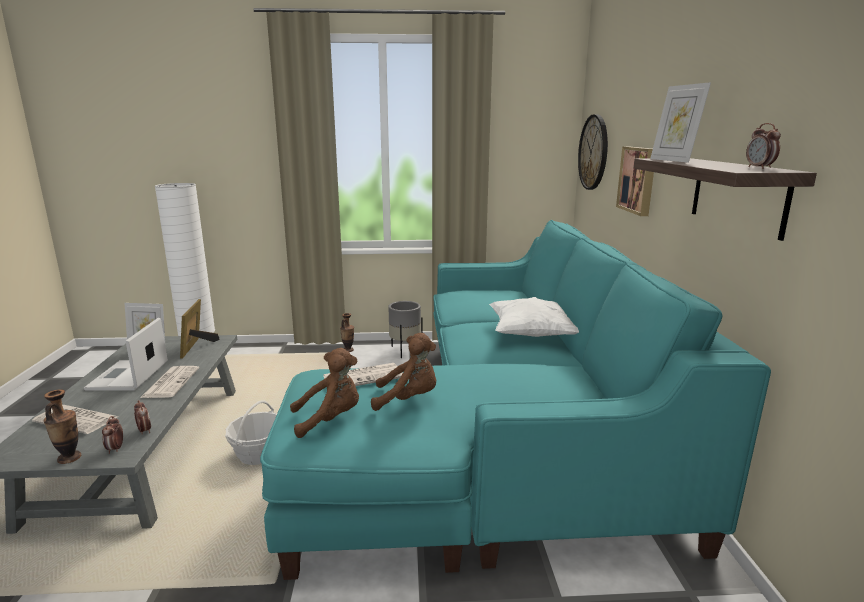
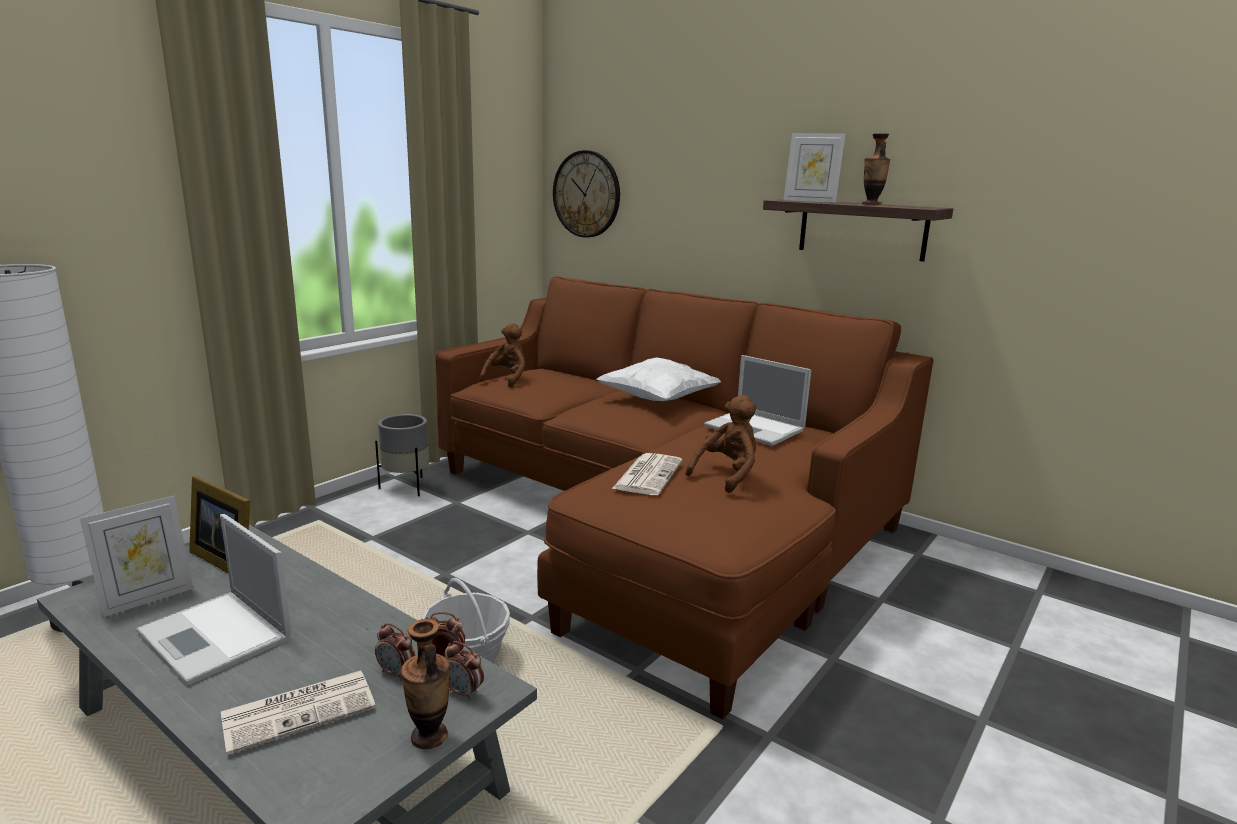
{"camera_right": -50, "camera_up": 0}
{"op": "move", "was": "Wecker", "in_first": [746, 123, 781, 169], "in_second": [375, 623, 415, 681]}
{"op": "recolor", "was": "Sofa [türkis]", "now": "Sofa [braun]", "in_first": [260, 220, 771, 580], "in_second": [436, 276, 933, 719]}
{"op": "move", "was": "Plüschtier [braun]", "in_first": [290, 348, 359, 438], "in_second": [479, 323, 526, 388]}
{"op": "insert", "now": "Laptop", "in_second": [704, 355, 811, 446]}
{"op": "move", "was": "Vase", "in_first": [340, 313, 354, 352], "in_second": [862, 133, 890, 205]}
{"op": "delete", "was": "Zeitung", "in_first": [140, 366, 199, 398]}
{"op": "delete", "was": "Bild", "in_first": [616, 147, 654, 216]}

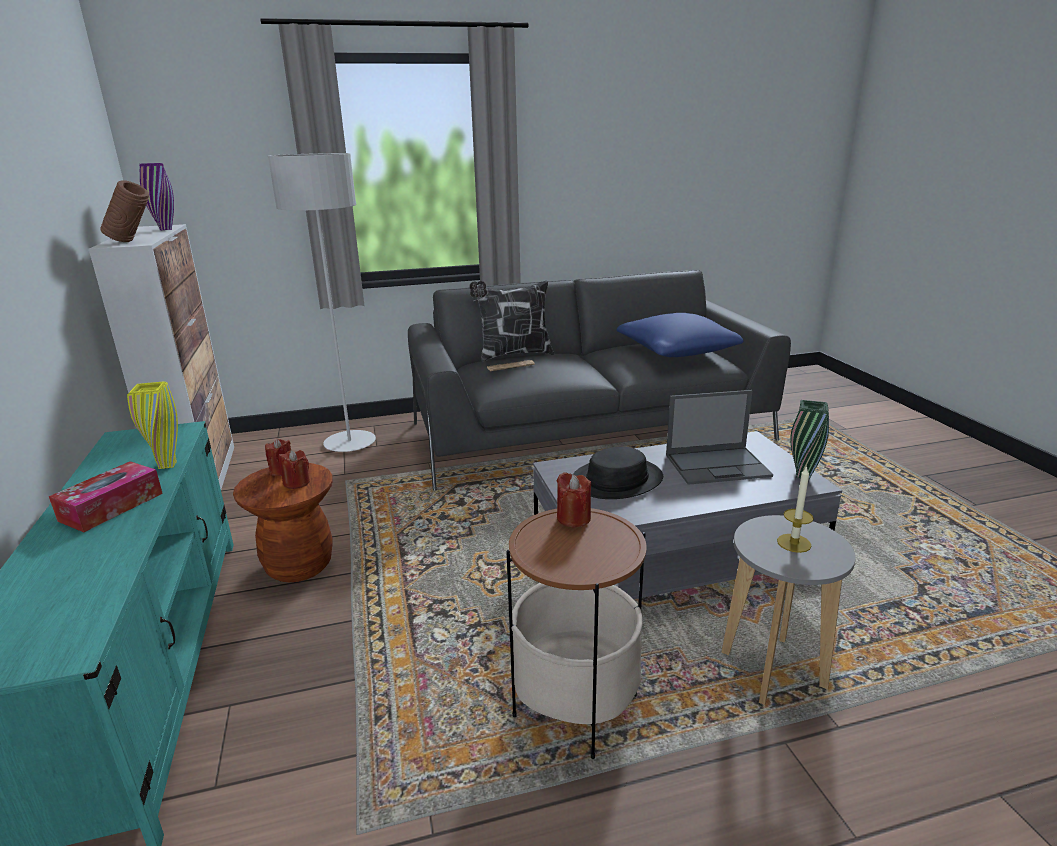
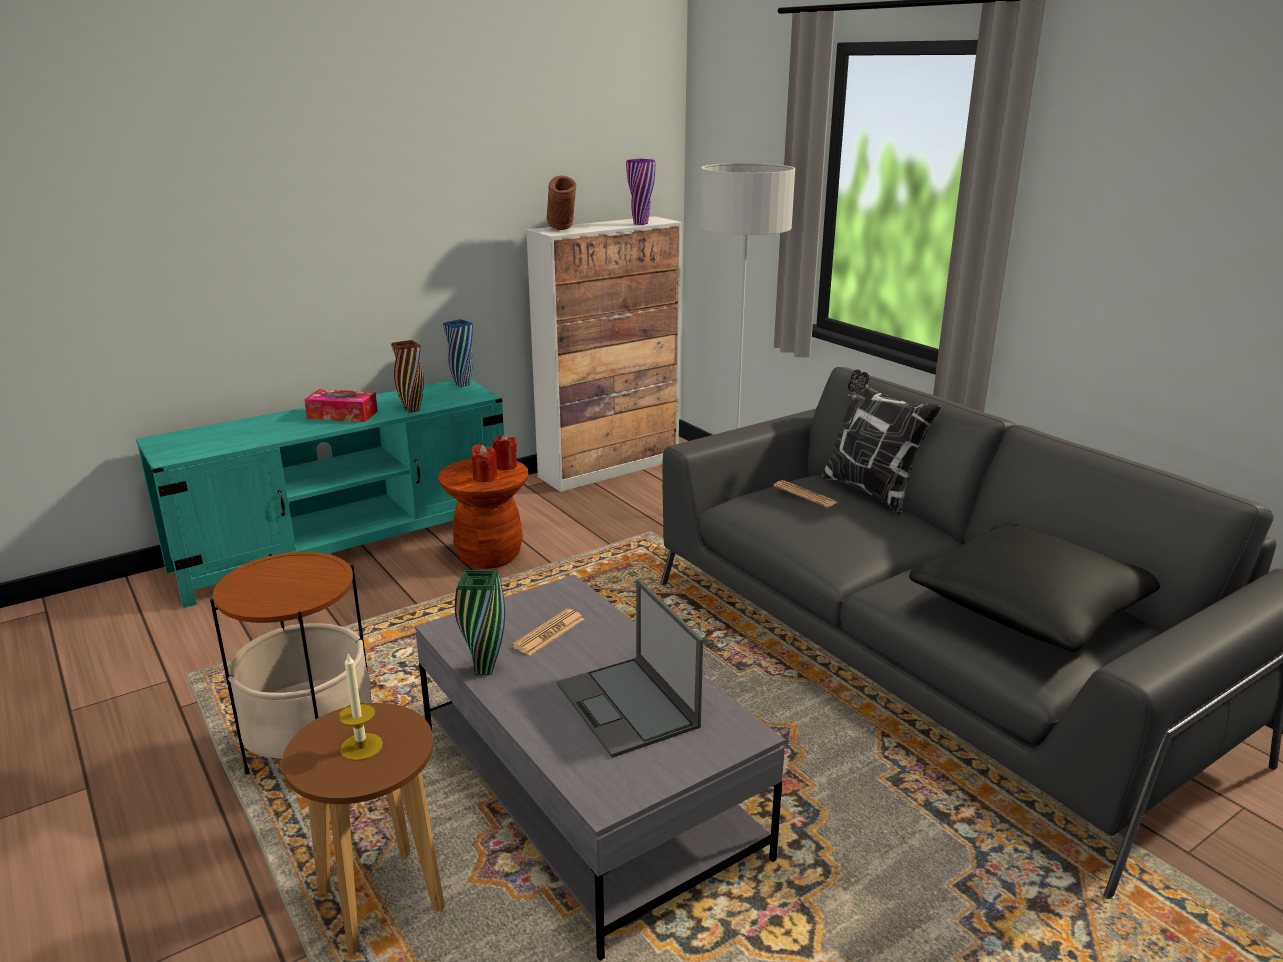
{"camera_right": 70, "camera_up": 0}
{"op": "recolor", "was": "Hocker [grau]", "now": "Hocker [braun]", "in_first": [721, 515, 856, 705], "in_second": [282, 703, 445, 955]}
{"op": "recolor", "was": "Vase [gelb]", "now": "Vase [braun]", "in_first": [127, 381, 178, 469], "in_second": [391, 340, 424, 413]}
{"op": "insert", "now": "Vase [blau]", "in_second": [443, 319, 473, 387]}
{"op": "move", "was": "Vase [grün]", "in_first": [790, 400, 829, 479], "in_second": [455, 570, 505, 675]}
{"op": "replace", "was": "Hut [schwarz]", "now": "Zeitung", "in_first": [573, 446, 663, 499], "in_second": [512, 609, 584, 656]}
{"op": "recolor", "was": "Kissen [blau]", "now": "Kissen [schwarz]", "in_first": [617, 313, 743, 357], "in_second": [909, 523, 1160, 652]}
{"op": "delete", "was": "Kerze [rot]", "in_first": [557, 472, 591, 528]}

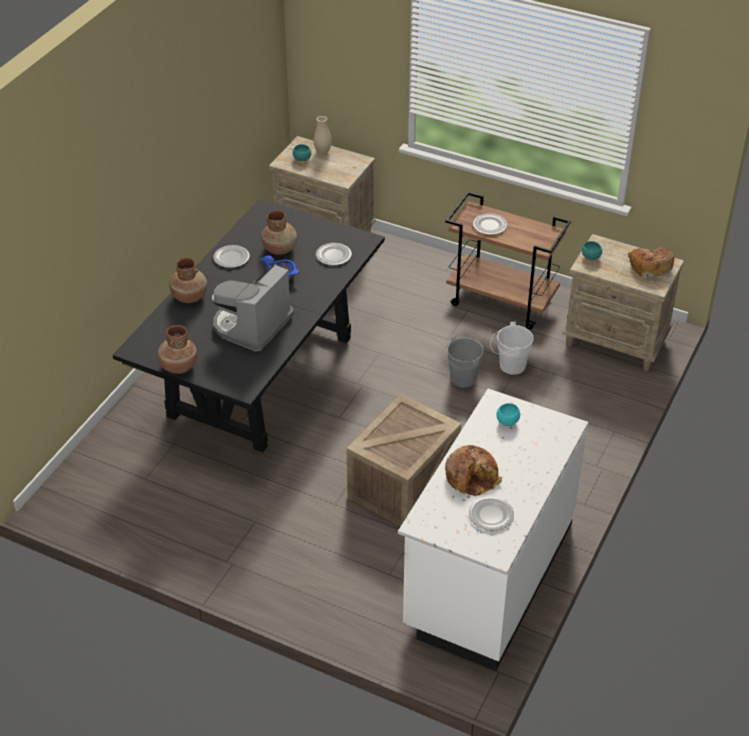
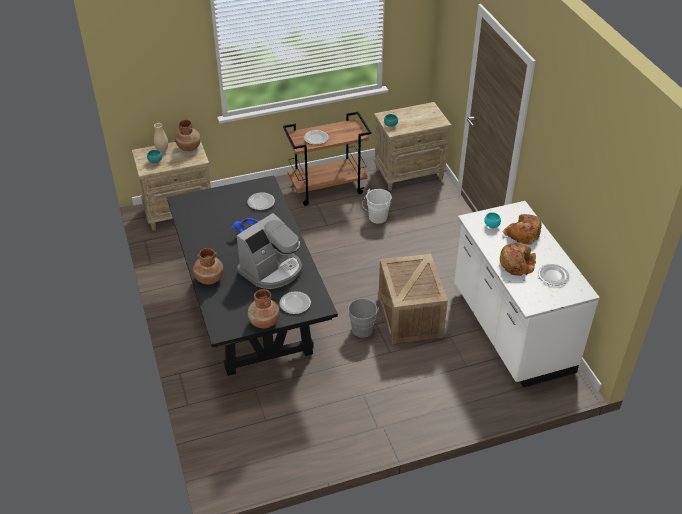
{"camera_right": -45, "camera_up": 0}
{"op": "move", "was": "Vase [braun]", "in_first": [261, 210, 297, 255], "in_second": [175, 120, 201, 151]}
{"op": "rotate", "was": "Kaffeemaschine", "in_first": [212, 264, 294, 352], "in_second": [237, 213, 302, 289], "clockwise": -120}
{"op": "move", "was": "Teller", "in_first": [213, 245, 250, 268], "in_second": [279, 291, 311, 314]}
{"op": "move", "was": "Eimer [grau]", "in_first": [440, 336, 484, 388], "in_second": [347, 298, 379, 338]}
{"op": "move", "was": "Brot", "in_first": [628, 246, 675, 278], "in_second": [503, 214, 542, 245]}

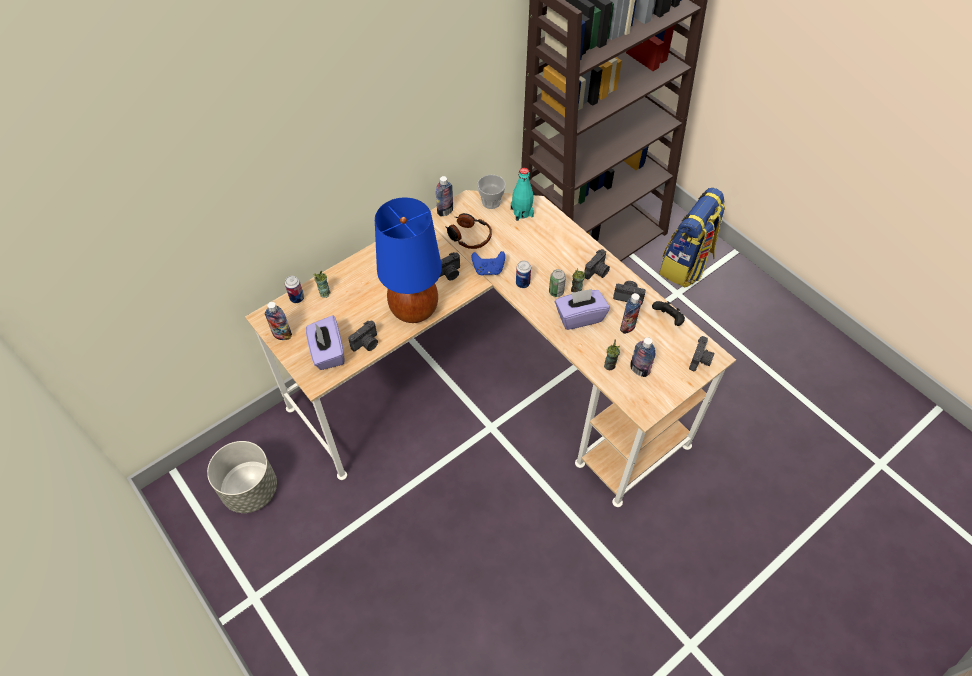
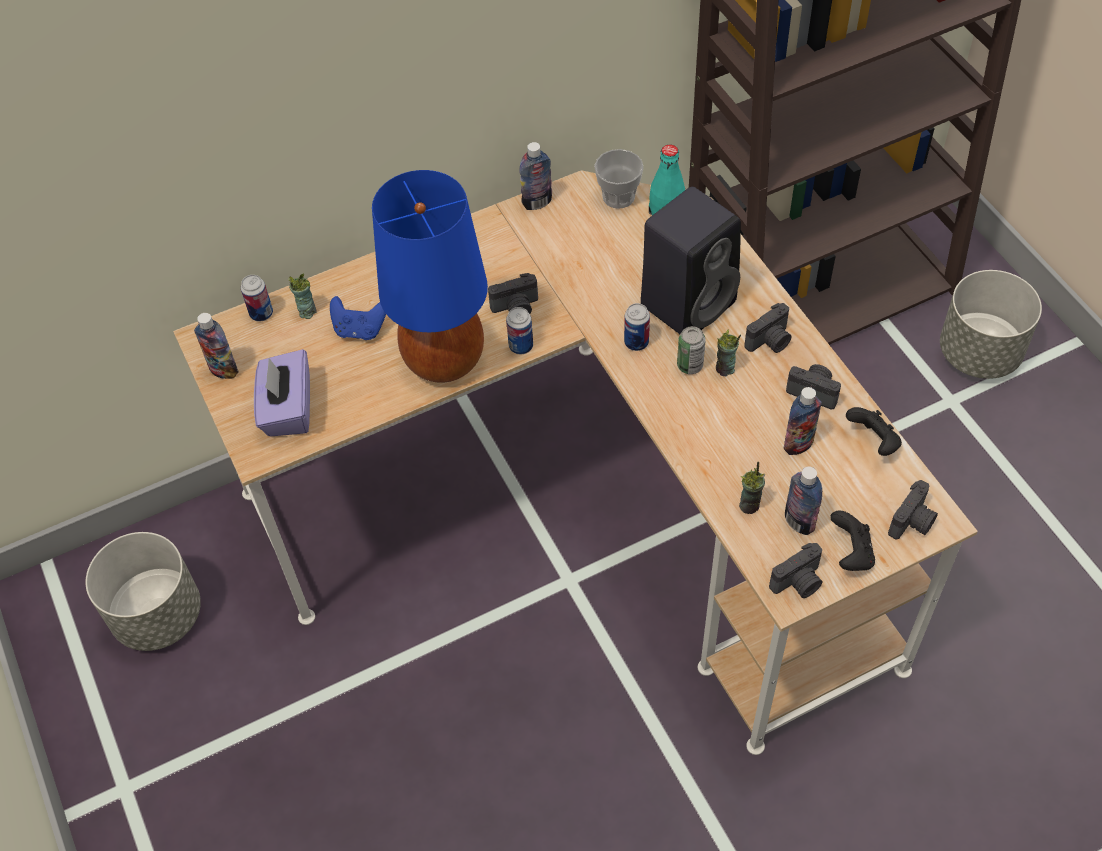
{"camera_right": 15, "camera_up": 0}
{"op": "move", "was": "Gamepad [blau]", "in_first": [472, 251, 505, 276], "in_second": [330, 296, 386, 340]}
{"op": "insert", "now": "Dose", "in_second": [506, 307, 533, 355]}
{"op": "insert", "now": "Lautsprecher [schwarz]", "in_second": [641, 187, 741, 334]}
{"op": "move", "was": "Kamera", "in_first": [348, 320, 378, 351], "in_second": [769, 543, 822, 598]}
{"op": "insert", "now": "Gamepad [schwarz]", "in_second": [830, 511, 875, 571]}
{"op": "replace", "was": "Rucksack", "now": "Pflanzkübel [grau]", "in_first": [659, 188, 725, 287], "in_second": [940, 270, 1042, 379]}
{"op": "delete", "was": "Kopfhörer", "in_first": [445, 213, 492, 249]}
{"op": "delete", "was": "Taschentuchbox [lila]", "in_first": [555, 289, 610, 330]}

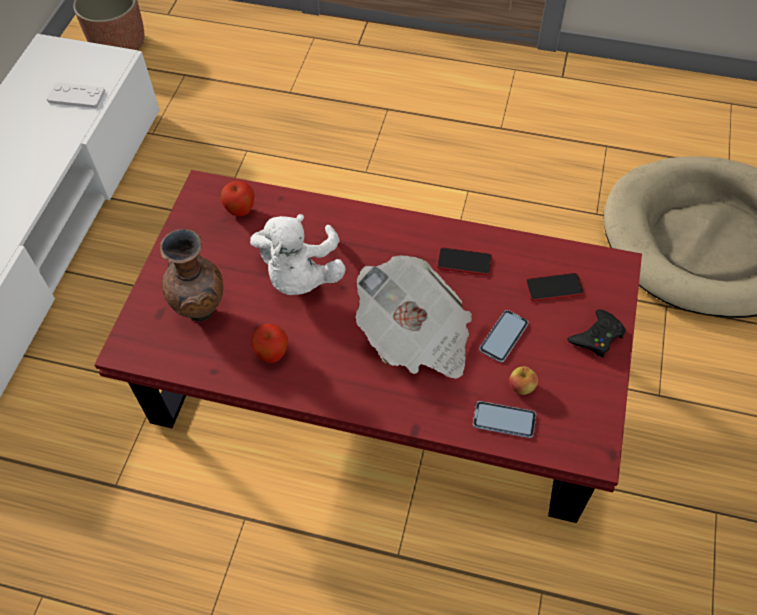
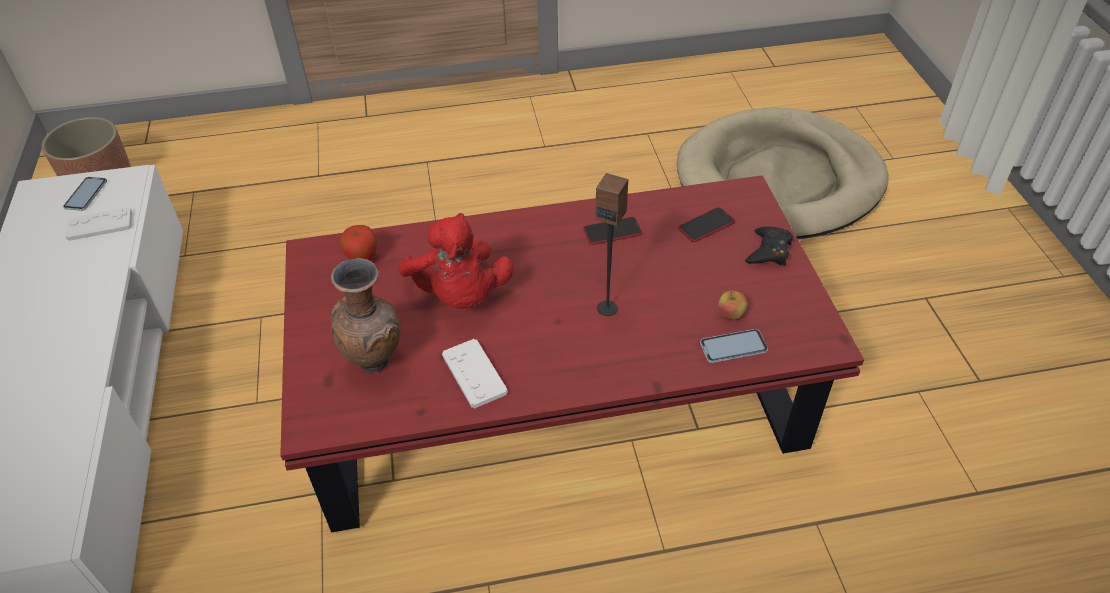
{"camera_right": -25, "camera_up": -10}
{"op": "move", "was": "Handy", "in_first": [479, 310, 529, 362], "in_second": [63, 177, 107, 211]}
{"op": "recolor", "was": "Plüschtier [weiß]", "now": "Plüschtier [rot]", "in_first": [250, 214, 346, 295], "in_second": [398, 213, 514, 309]}
{"op": "replace", "was": "Apfel", "now": "Gamepad [weiß]", "in_first": [251, 324, 288, 363], "in_second": [442, 339, 508, 409]}
{"op": "replace", "was": "Zeitung", "now": "Lautsprecher", "in_first": [355, 255, 472, 378], "in_second": [595, 173, 628, 316]}

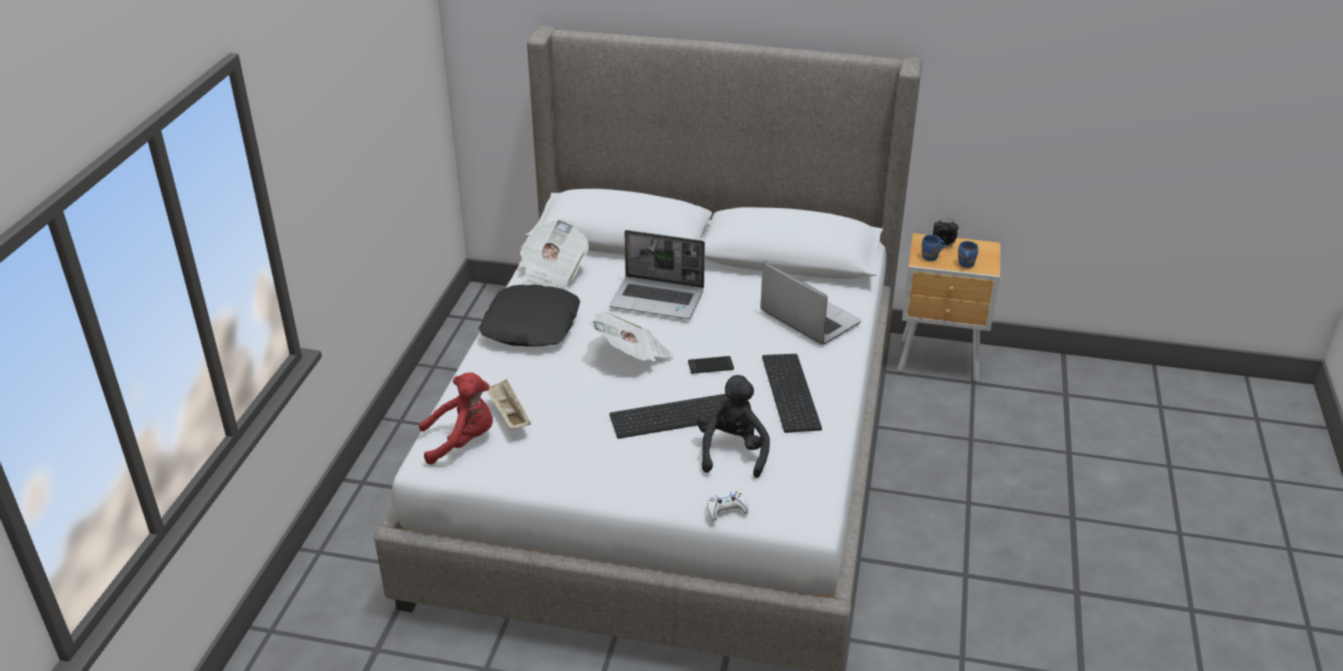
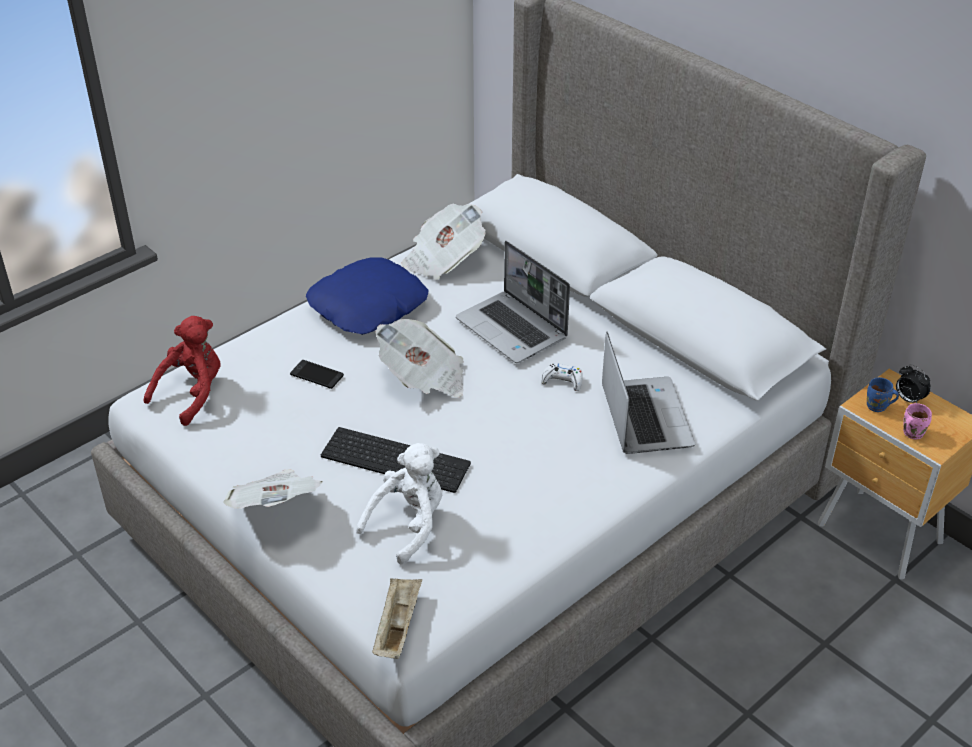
{"camera_right": 35, "camera_up": 5}
{"op": "rotate", "was": "Plüschtier [rot]", "in_first": [419, 372, 493, 465], "in_second": [143, 316, 221, 426], "clockwise": -75}
{"op": "insert", "now": "Zeitung", "in_second": [223, 469, 322, 509]}
{"op": "move", "was": "Handy", "in_first": [688, 356, 734, 374], "in_second": [290, 360, 344, 389]}
{"op": "recolor", "was": "Kissen [schwarz]", "now": "Kissen [blau]", "in_first": [479, 284, 580, 347], "in_second": [306, 257, 428, 335]}
{"op": "recolor", "was": "Plüschtier [schwarz]", "now": "Plüschtier [weiß]", "in_first": [697, 375, 770, 478], "in_second": [356, 443, 442, 565]}
{"op": "move", "was": "Tablett [beige]", "in_first": [487, 379, 531, 429], "in_second": [372, 579, 422, 659]}
{"op": "move", "was": "Gamepad [weiß]", "in_first": [707, 491, 749, 521], "in_second": [541, 363, 583, 391]}
{"op": "recolor", "was": "Henkelbecher [blau]", "now": "Henkelbecher [rosa]", "in_first": [958, 241, 978, 268], "in_second": [903, 403, 932, 439]}
{"op": "delete", "was": "Tastatur", "in_first": [762, 354, 822, 433]}

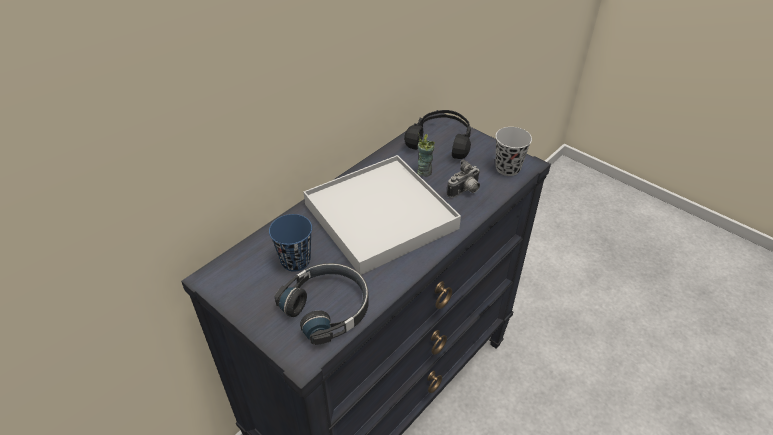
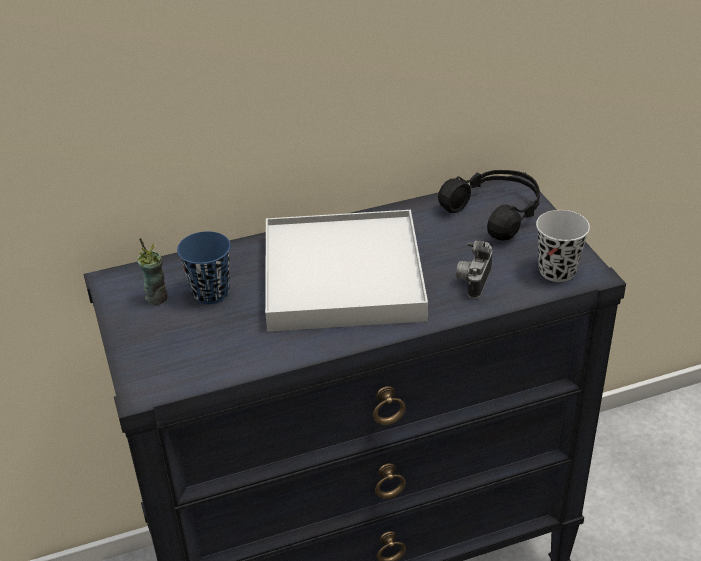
{"camera_right": 30, "camera_up": -5}
{"op": "move", "was": "Tasse", "in_first": [417, 133, 435, 177], "in_second": [137, 238, 168, 305]}
{"op": "rotate", "was": "Kamera", "in_first": [447, 159, 480, 198], "in_second": [456, 241, 493, 299], "clockwise": 120}
{"op": "delete", "was": "Kopfhörer [schwarz]", "in_first": [274, 263, 369, 345]}

